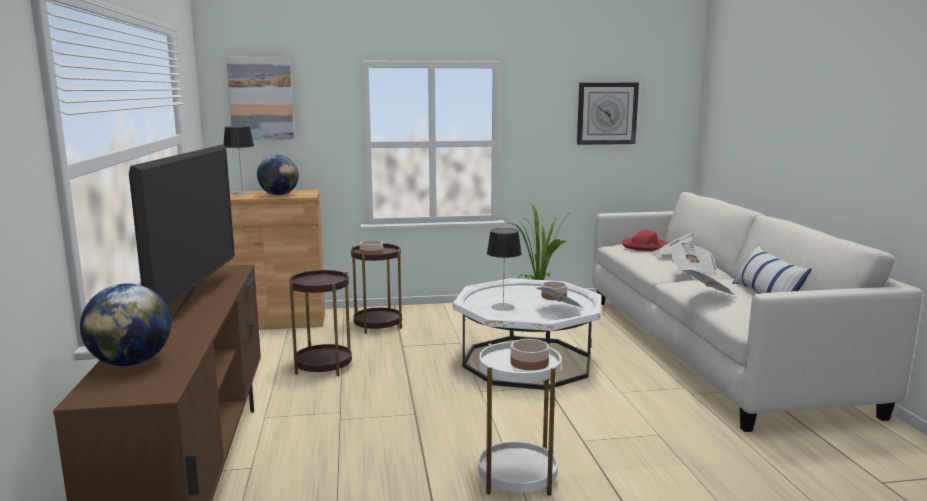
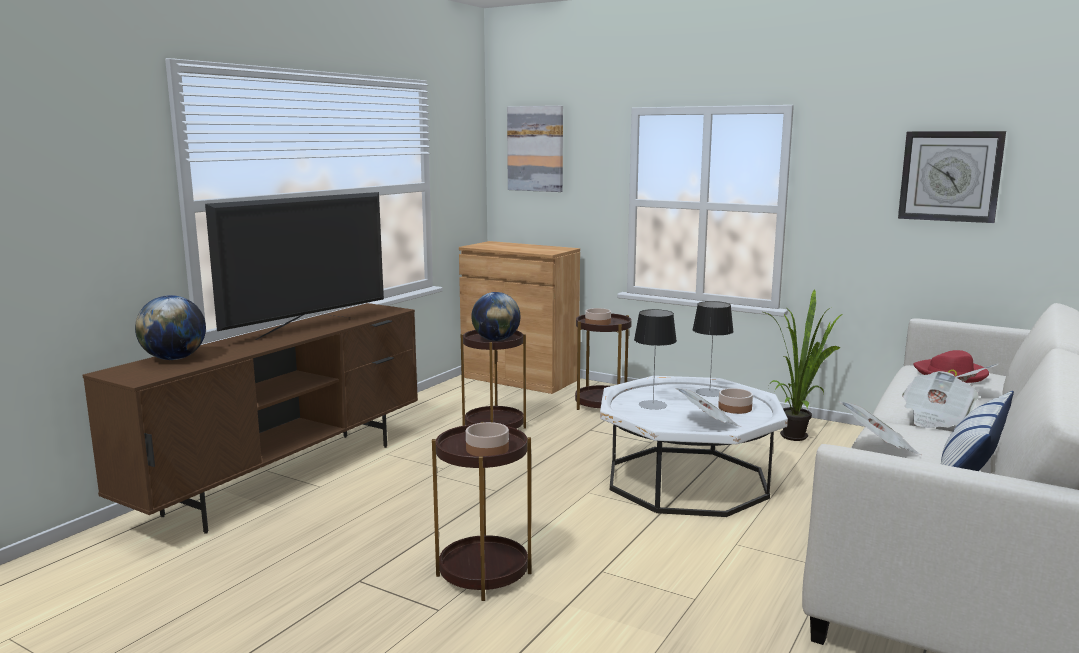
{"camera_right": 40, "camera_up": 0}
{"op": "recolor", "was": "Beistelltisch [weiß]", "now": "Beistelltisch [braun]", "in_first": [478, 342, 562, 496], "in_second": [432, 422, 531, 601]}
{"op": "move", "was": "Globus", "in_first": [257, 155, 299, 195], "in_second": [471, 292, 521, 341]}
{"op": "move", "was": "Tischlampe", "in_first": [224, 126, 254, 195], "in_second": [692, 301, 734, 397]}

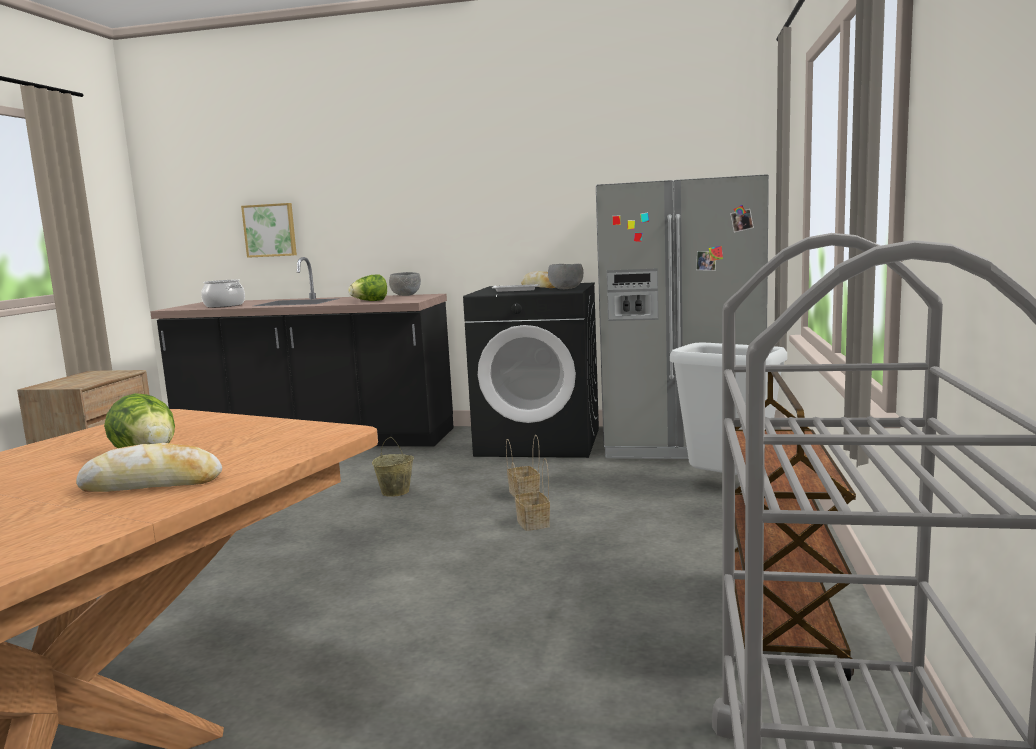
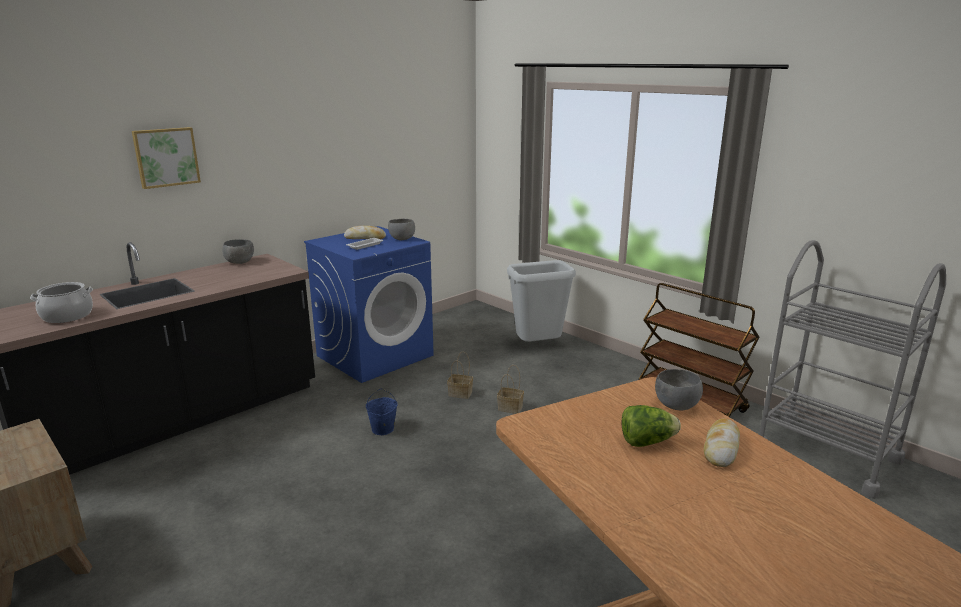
{"camera_right": -55, "camera_up": 10}
{"op": "move", "was": "Bild", "in_first": [241, 203, 297, 258], "in_second": [132, 127, 201, 189]}
{"op": "recolor", "was": "Waschmaschine [schwarz]", "now": "Waschmaschine [blau]", "in_first": [463, 282, 599, 458], "in_second": [304, 226, 434, 383]}
{"op": "recolor", "was": "Eimer [beige]", "now": "Eimer [blau]", "in_first": [372, 437, 414, 497], "in_second": [366, 389, 398, 435]}
{"op": "insert", "now": "Schüssel [grau]", "in_second": [655, 369, 703, 411]}
{"op": "delete", "was": "Salatkopf", "in_first": [348, 274, 387, 301]}
{"op": "delete", "was": "Kühlschrank [grau]", "in_first": [596, 174, 769, 459]}

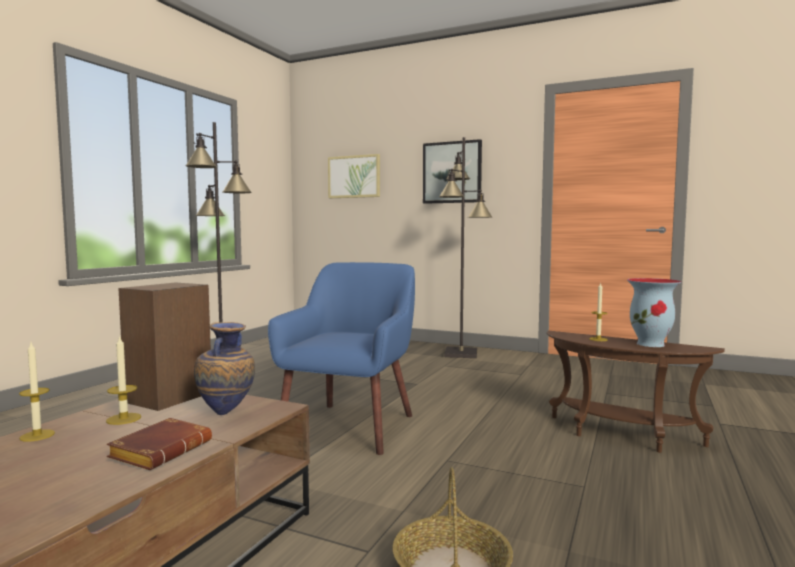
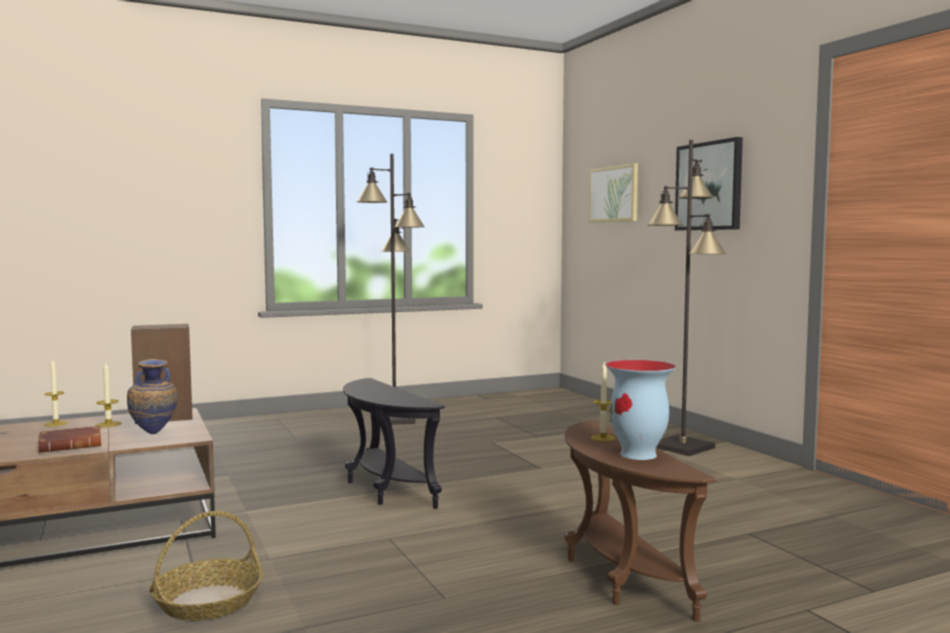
{"camera_right": 40, "camera_up": 0}
{"op": "replace", "was": "Sessel [blau]", "now": "Beistelltisch [schwarz]", "in_first": [268, 262, 415, 455], "in_second": [343, 378, 445, 509]}

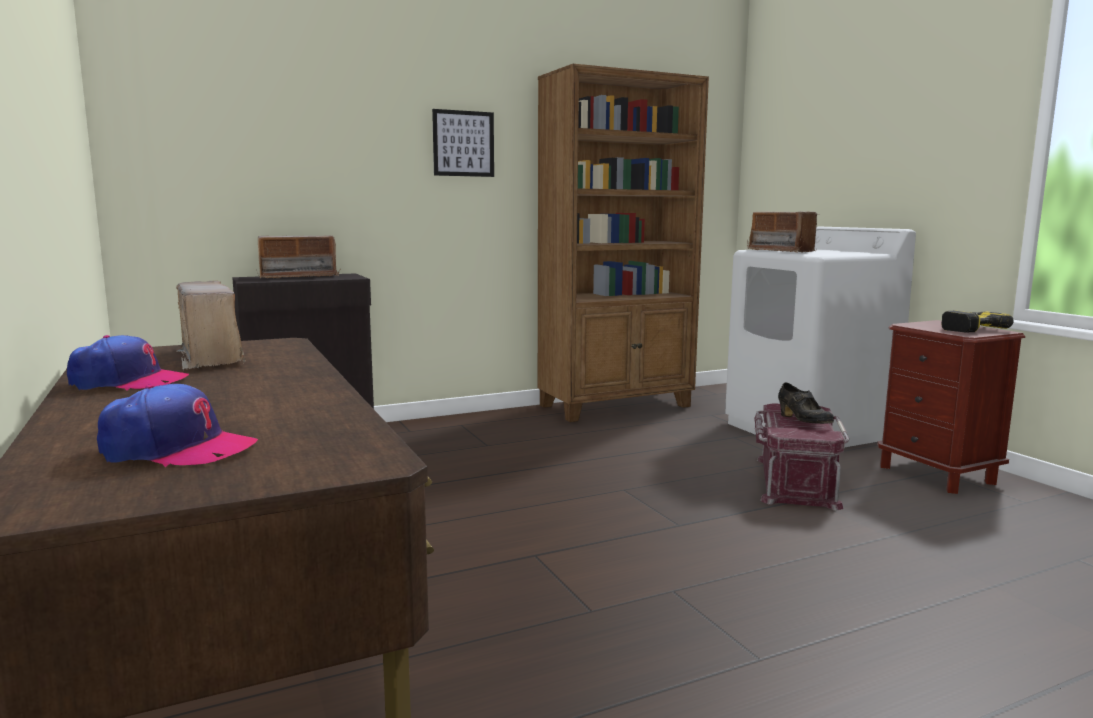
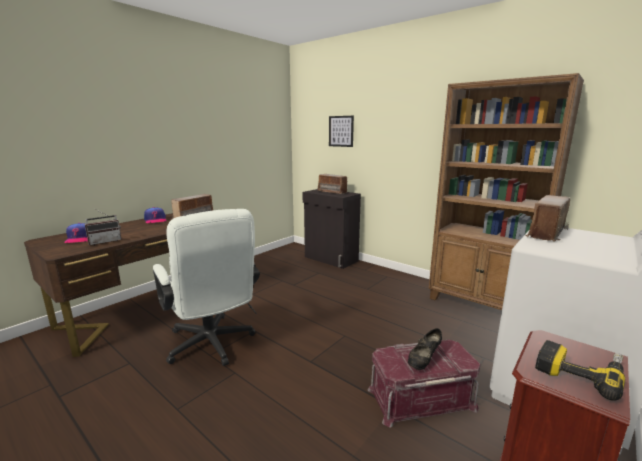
{"camera_right": 65, "camera_up": 5}
{"op": "insert", "now": "Radio", "in_second": [85, 210, 122, 245]}
{"op": "insert", "now": "Bürostuhl [weiß]", "in_second": [153, 209, 260, 366]}
{"op": "move", "was": "Bild", "in_first": [432, 109, 494, 177], "in_second": [329, 116, 354, 147]}

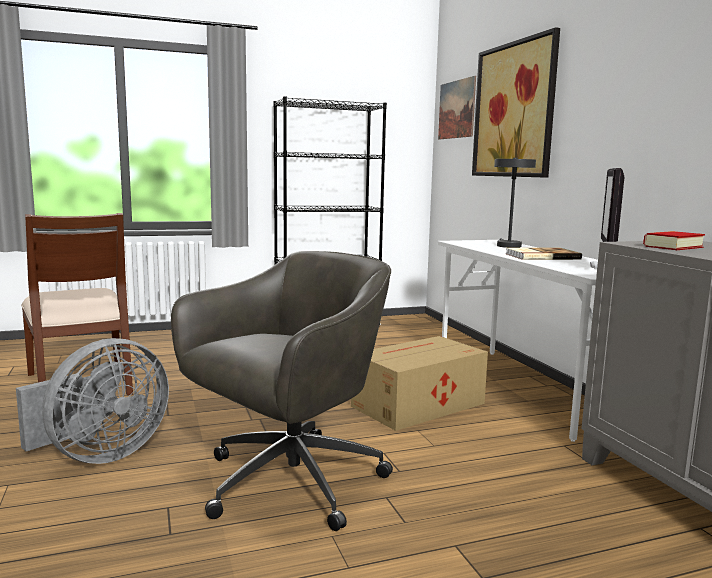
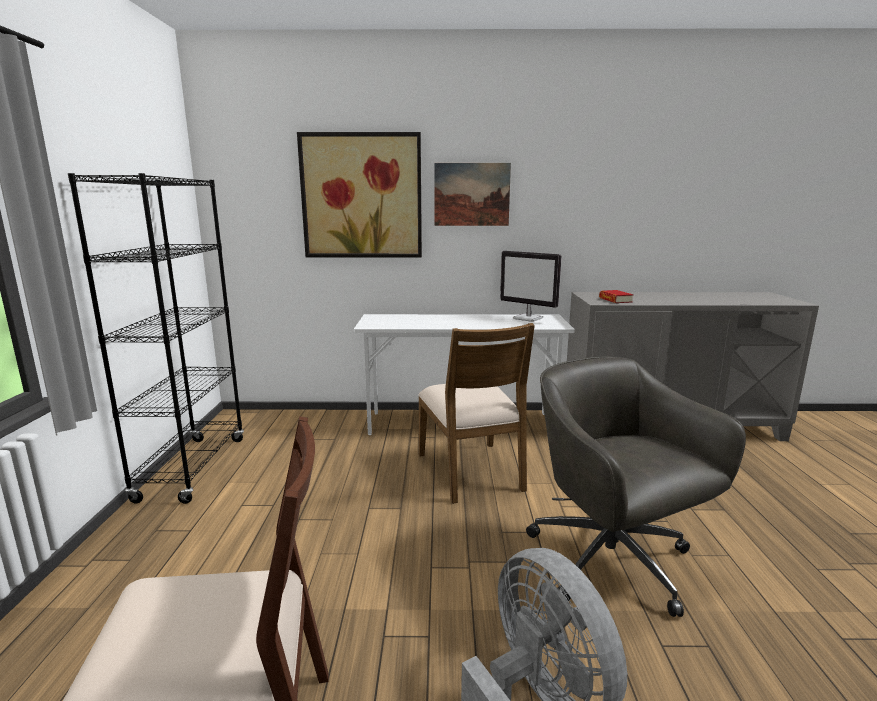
{"camera_right": -70, "camera_up": 5}
{"op": "replace", "was": "Karton", "now": "Stuhl [braun]", "in_first": [351, 336, 488, 431], "in_second": [418, 323, 535, 504]}
{"op": "move", "was": "Bild", "in_first": [438, 76, 476, 140], "in_second": [434, 163, 511, 226]}
{"op": "delete", "was": "Tischlampe [grau]", "in_first": [494, 158, 536, 248]}
{"op": "delete", "was": "Buch", "in_first": [505, 248, 582, 260]}

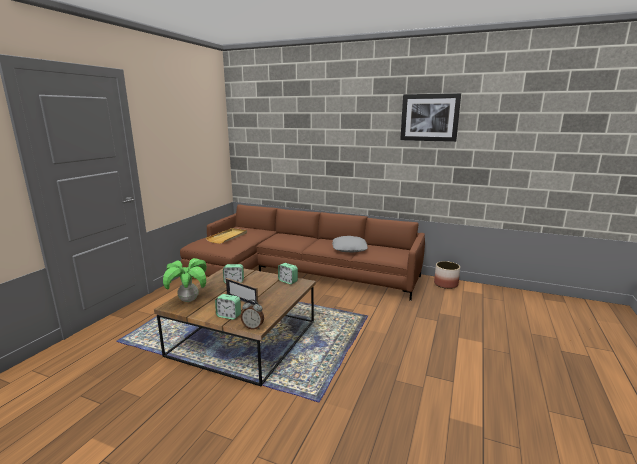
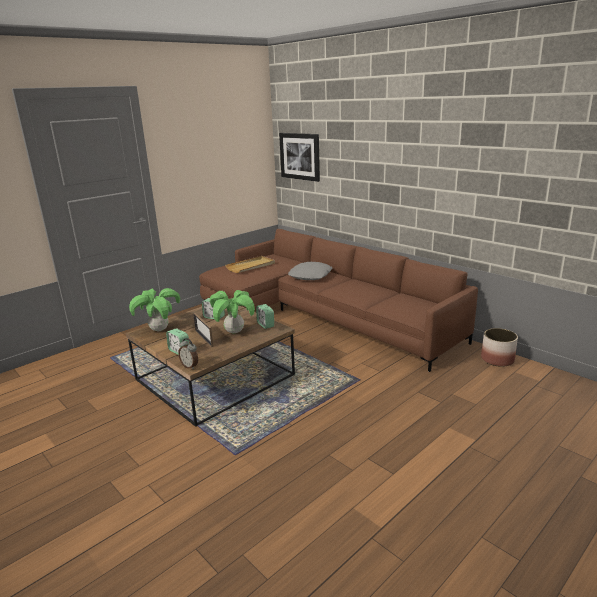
{"camera_right": 25, "camera_up": 5}
{"op": "insert", "now": "Topfpflanze", "in_second": [210, 290, 255, 333]}
{"op": "move", "was": "Bild", "in_first": [400, 93, 461, 142], "in_second": [279, 133, 320, 182]}
{"op": "move", "was": "Kissen [grau]", "in_first": [332, 236, 368, 253], "in_second": [288, 262, 332, 280]}

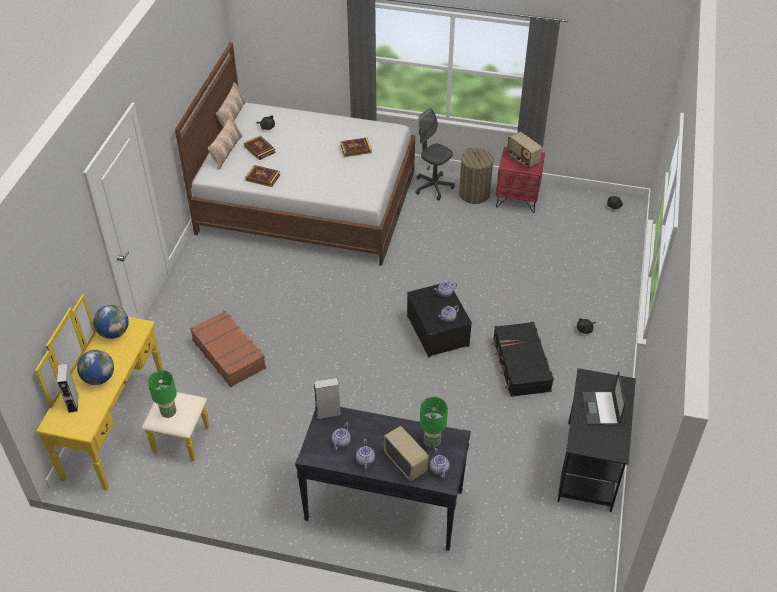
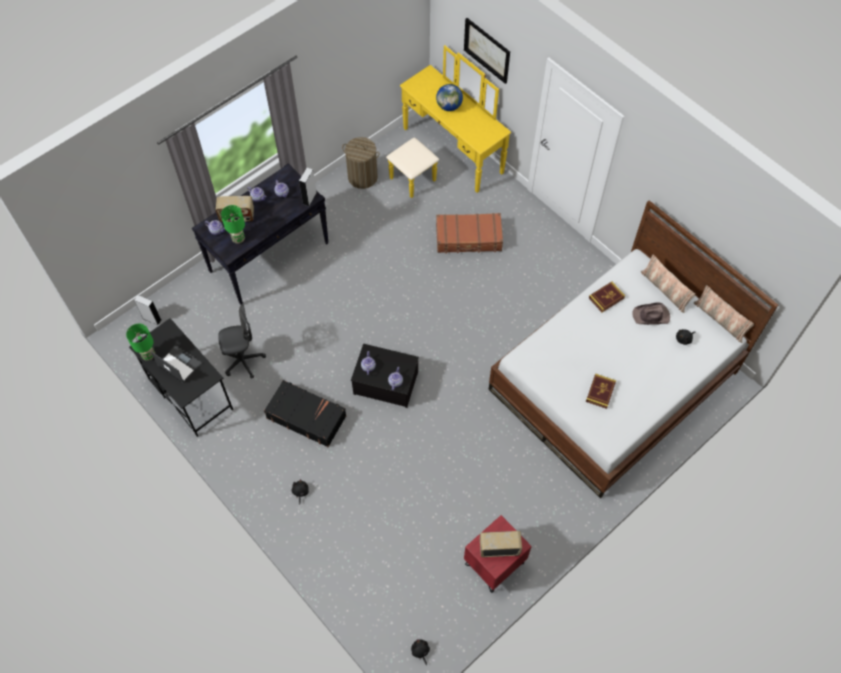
{"camera_right": 125, "camera_up": 15}
{"op": "move", "was": "Tischlampe [grün]", "in_first": [148, 370, 177, 418], "in_second": [126, 324, 155, 361]}
{"op": "move", "was": "Lautsprecher [grau]", "in_first": [57, 363, 78, 413], "in_second": [134, 295, 161, 325]}
{"op": "move", "was": "Bürostuhl [grau]", "in_first": [415, 108, 455, 201], "in_second": [218, 304, 266, 379]}
{"op": "move", "was": "Wäschekorb", "in_first": [459, 148, 494, 204], "in_second": [342, 137, 380, 189]}
{"op": "insert", "now": "Bild", "in_second": [464, 18, 510, 84]}
{"op": "replace", "was": "Buch", "now": "Hut [braun]", "in_first": [244, 136, 276, 160], "in_second": [632, 303, 670, 325]}
{"op": "delete", "was": "Globus", "in_first": [93, 305, 129, 339]}

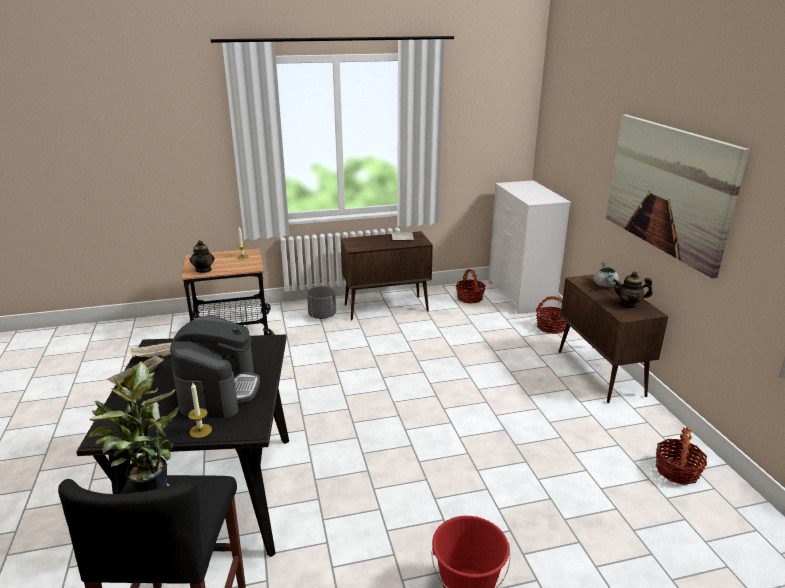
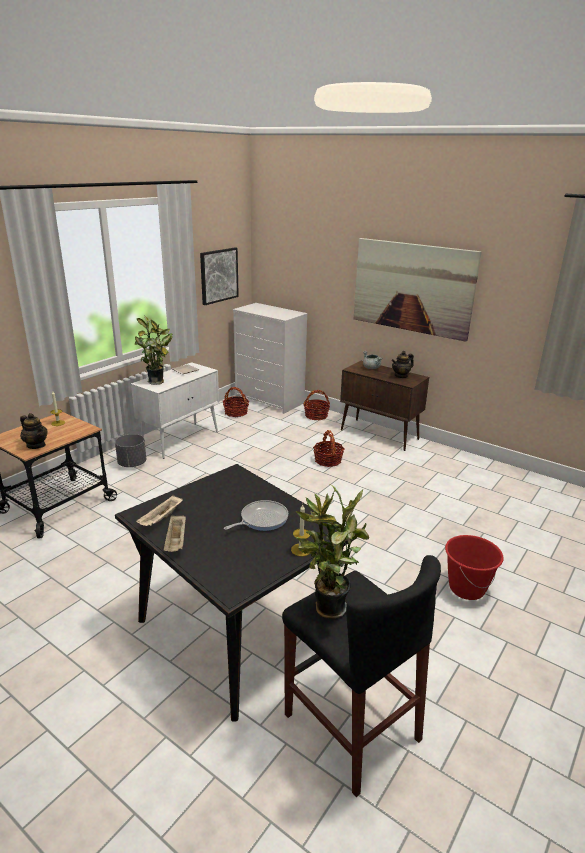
{"camera_right": -40, "camera_up": 0}
{"op": "recolor", "was": "Schrank [braun]", "now": "Schrank [weiß]", "in_first": [340, 231, 433, 320], "in_second": [131, 362, 219, 459]}
{"op": "insert", "now": "Topfpflanze", "in_second": [135, 315, 173, 385]}
{"op": "insert", "now": "Bild", "in_second": [200, 248, 239, 305]}
{"op": "replace", "was": "Kaffeemaschine", "now": "Pfanne", "in_first": [170, 315, 260, 418], "in_second": [224, 500, 288, 531]}
{"op": "move", "was": "Korb", "in_first": [655, 427, 707, 485], "in_second": [313, 430, 344, 467]}

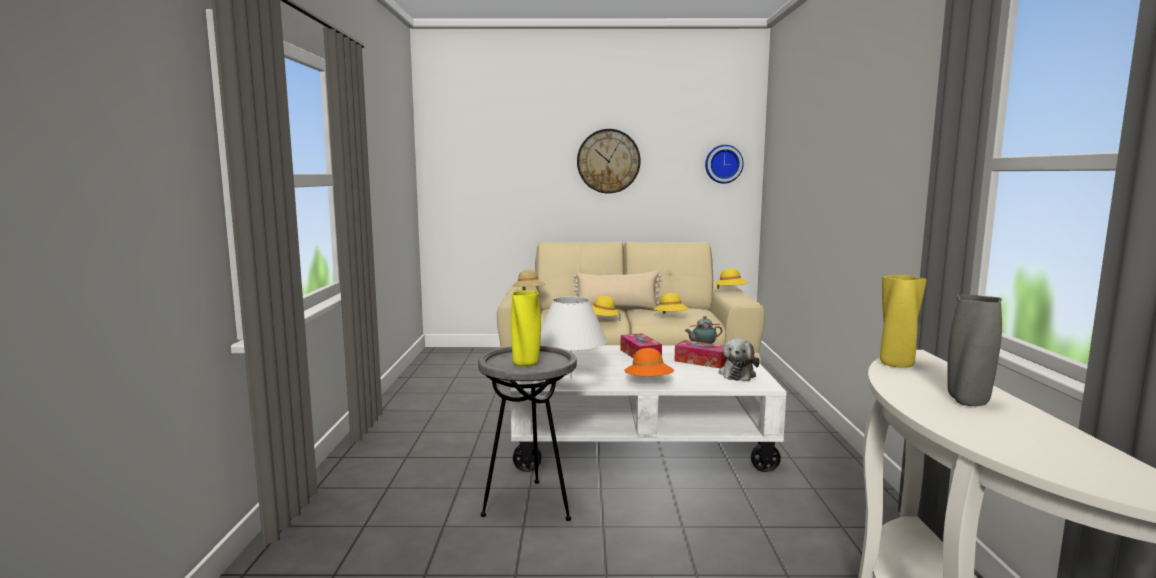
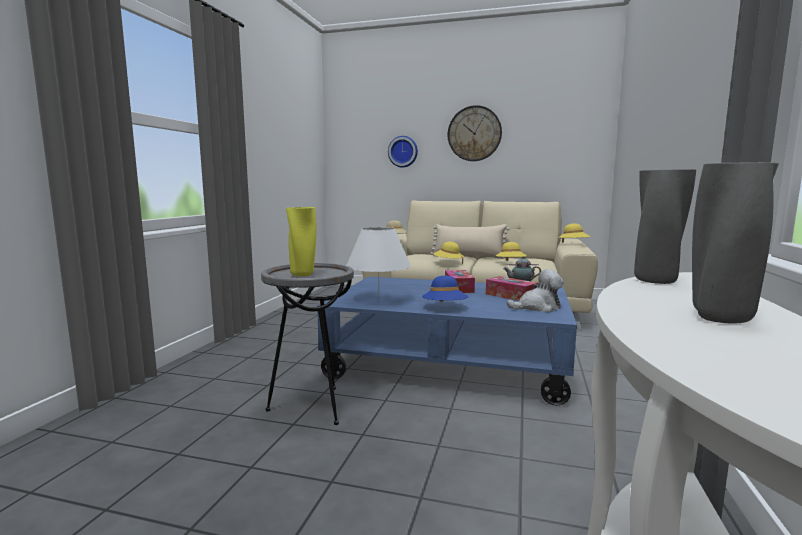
{"camera_right": 15, "camera_up": 0}
{"op": "recolor", "was": "Couchtisch [weiß]", "now": "Couchtisch [blau]", "in_first": [510, 345, 787, 472], "in_second": [317, 276, 577, 405]}
{"op": "move", "was": "Wanduhr", "in_first": [705, 145, 744, 184], "in_second": [388, 136, 418, 168]}
{"op": "recolor", "was": "Hut [orange]", "now": "Hut [blau]", "in_first": [624, 348, 674, 376], "in_second": [422, 276, 468, 302]}
{"op": "rotate", "was": "Plüschtier", "in_first": [719, 338, 760, 381], "in_second": [507, 269, 564, 312], "clockwise": -135}
{"op": "recolor", "was": "Vase [gelb]", "now": "Vase [grau]", "in_first": [880, 275, 927, 368], "in_second": [634, 169, 696, 284]}

